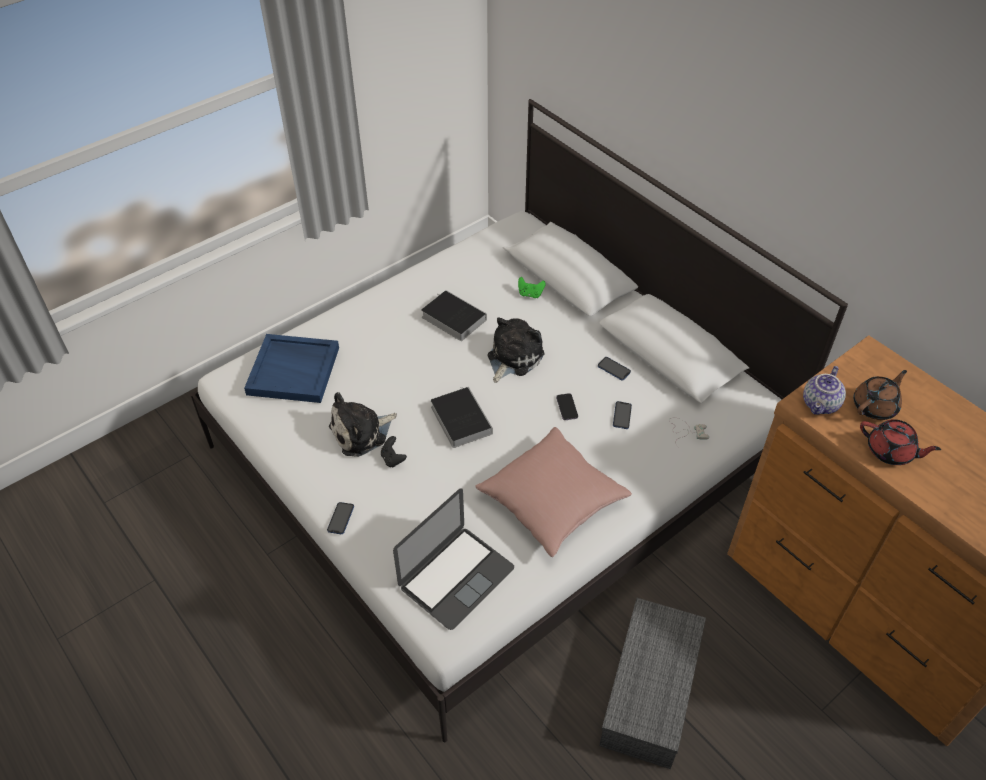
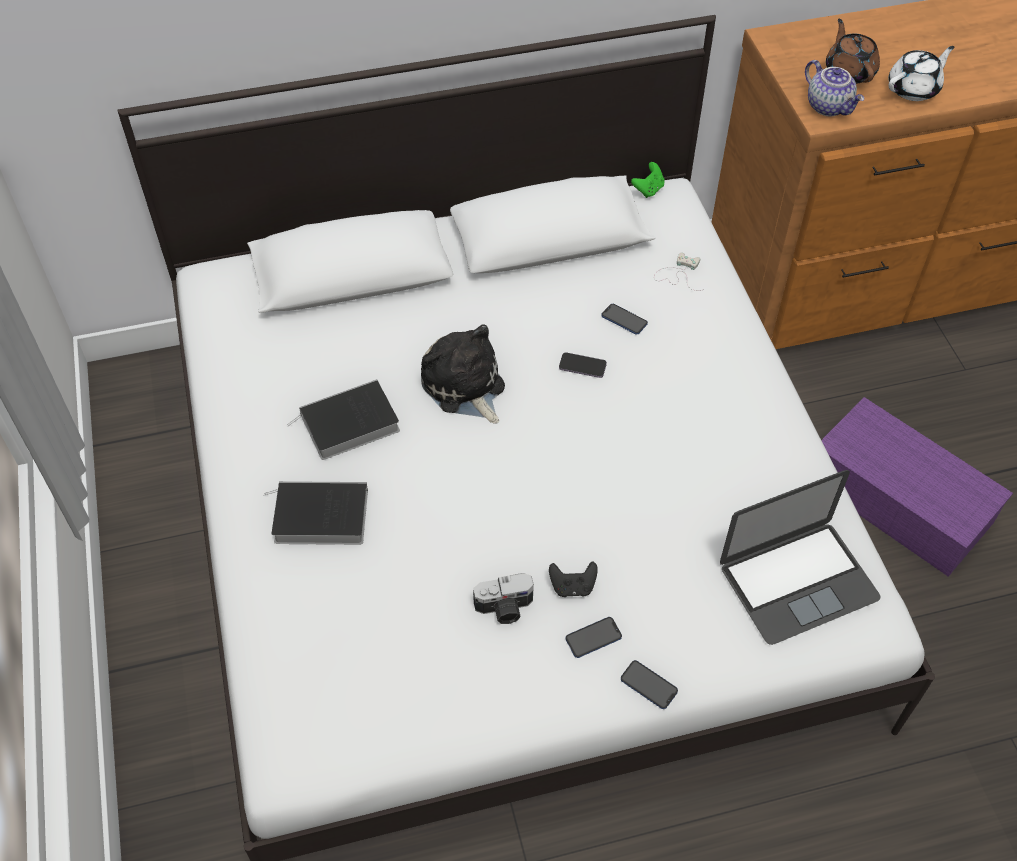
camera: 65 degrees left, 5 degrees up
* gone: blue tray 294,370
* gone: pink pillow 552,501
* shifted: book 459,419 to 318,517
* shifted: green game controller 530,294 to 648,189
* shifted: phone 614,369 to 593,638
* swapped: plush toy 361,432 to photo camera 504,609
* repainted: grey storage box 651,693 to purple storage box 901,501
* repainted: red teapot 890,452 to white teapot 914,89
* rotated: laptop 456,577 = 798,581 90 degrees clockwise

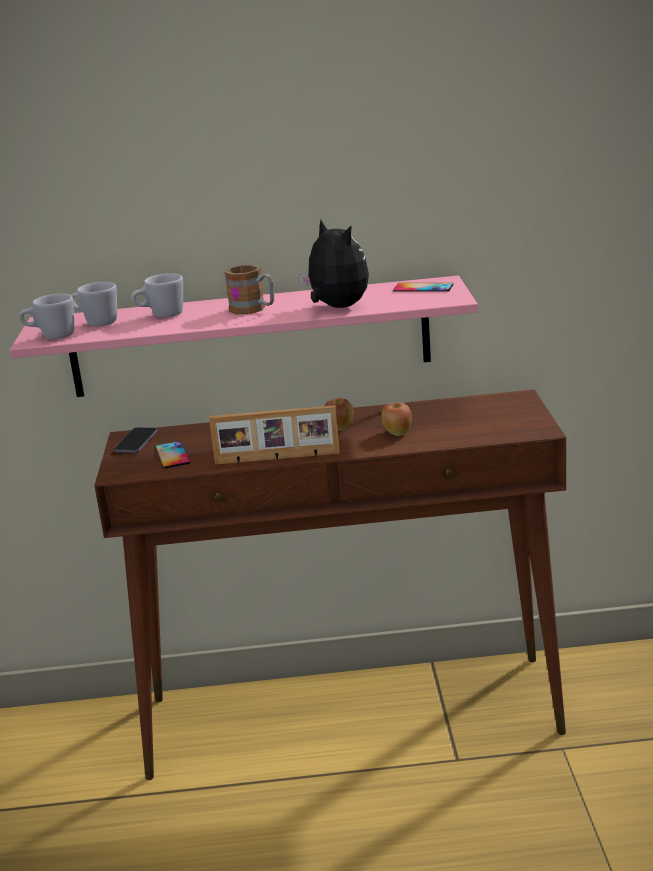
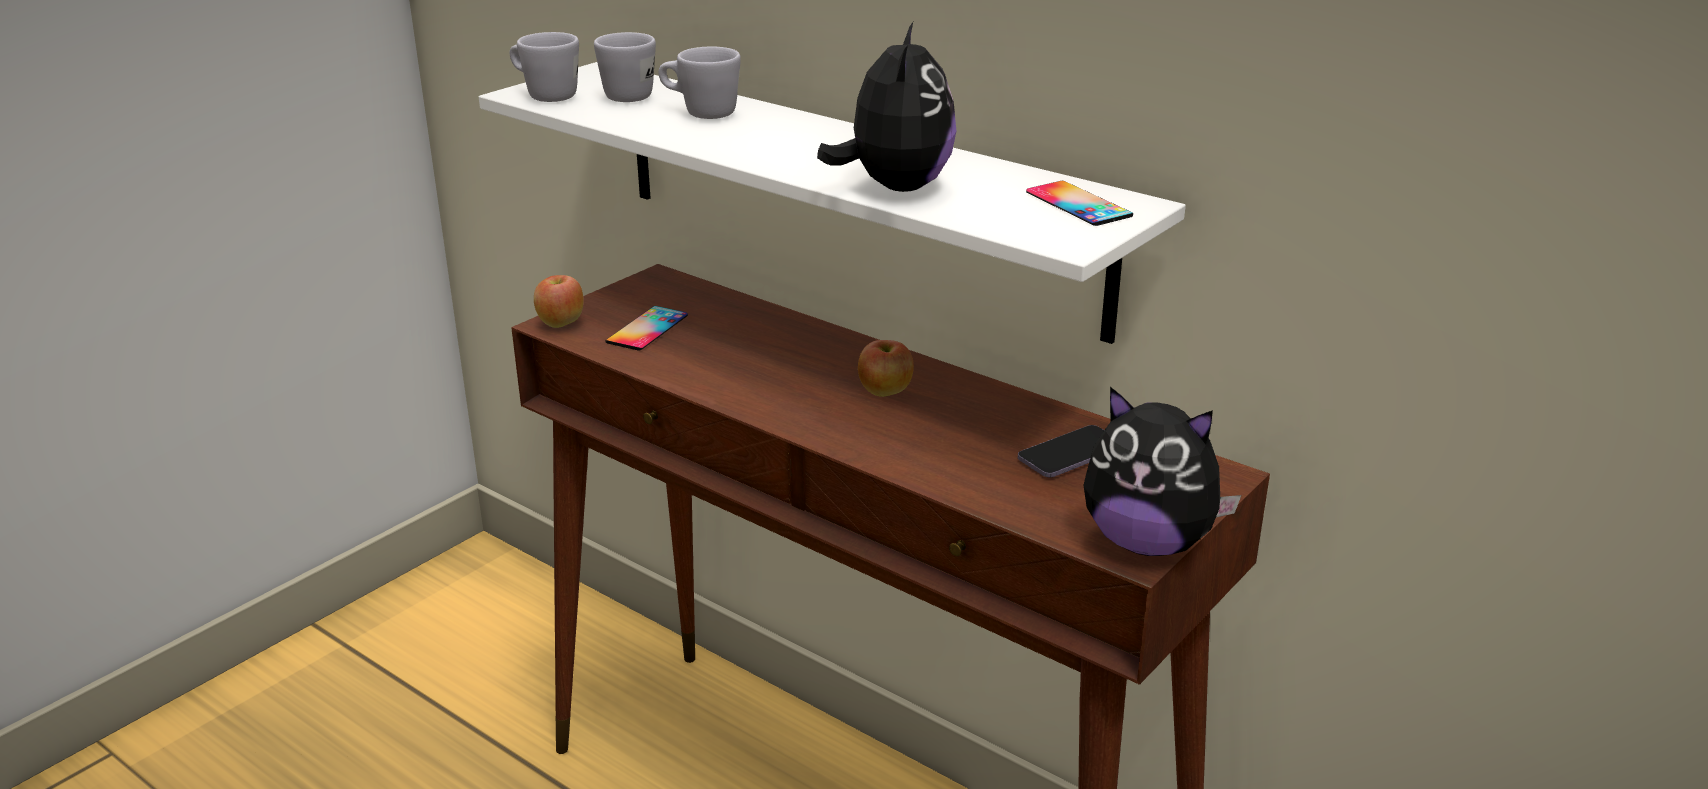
camera: 40 degrees right, 5 degrees up
* gone: picture frame 277,458
* gone: mug 253,309
* new: plush toy 1148,543
* shifted: phone 136,442 to 1071,455
* shifted: apple 397,433 to 561,323
* repainted: pink shelf 249,337 to white shelf 852,193

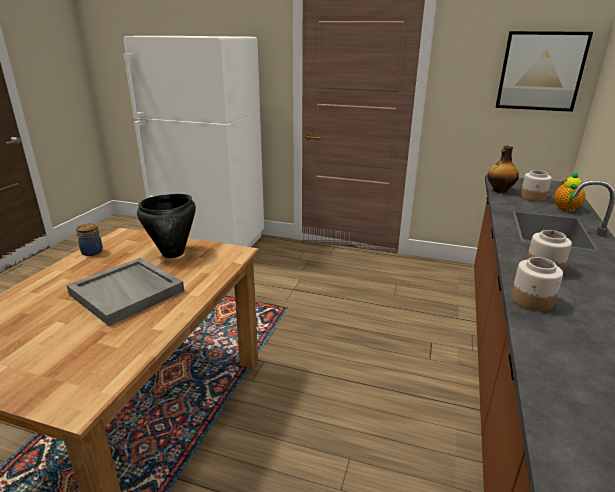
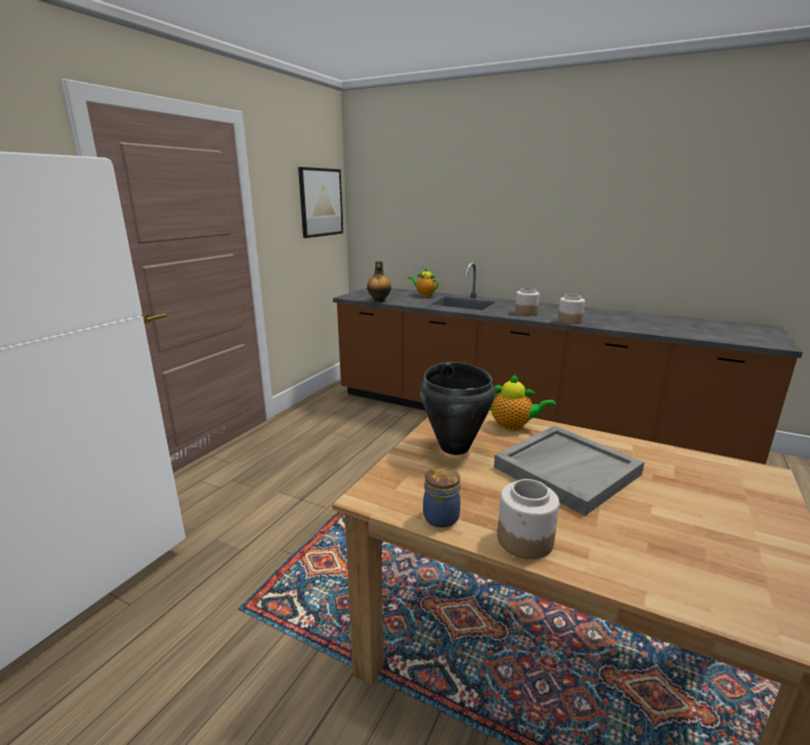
camera: 80 degrees left, 5 degrees down
* new: teapot 513,426
* shifted: jar 533,198 to 525,540

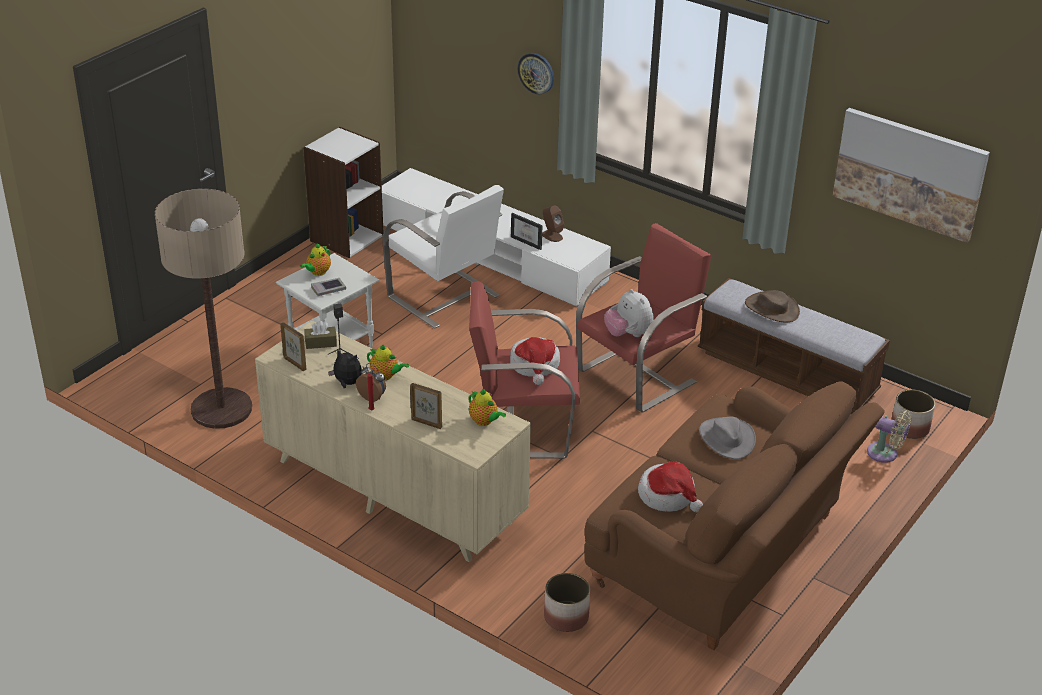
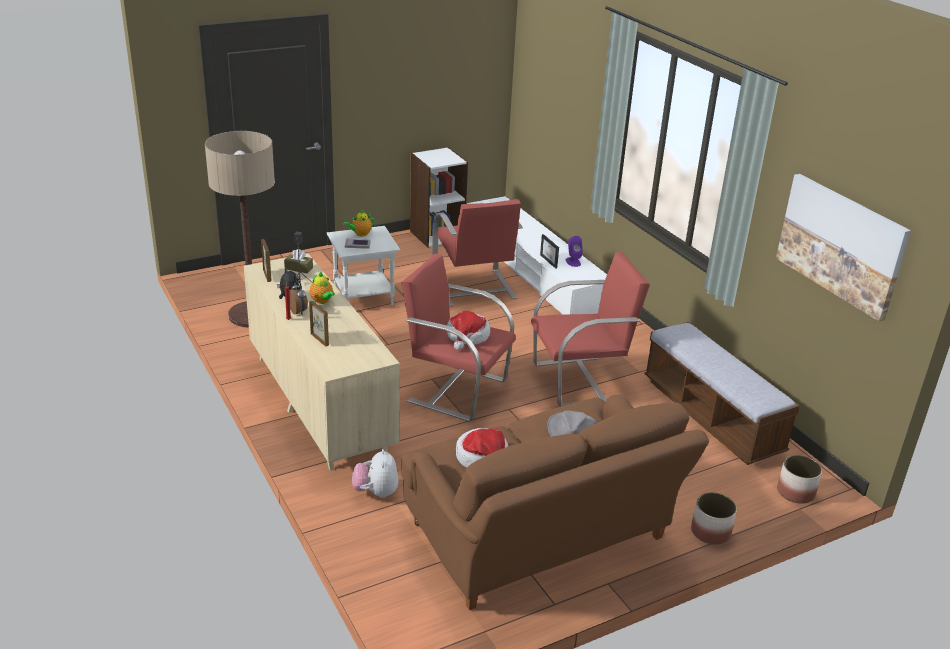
camera: 25 degrees right, 5 degrees down
* gone: teapot 484,421
* gone: wall clock 536,73
* gone: brown hat 772,308
* gone: beige fan 885,454
* shifted: planter 566,617 to 710,532
* shifted: plush toy 628,334 to 376,492
* repainted: white armchair 444,297 to red armchair 474,288
* repainted: brown speaker 552,236 to purple speaker 573,262

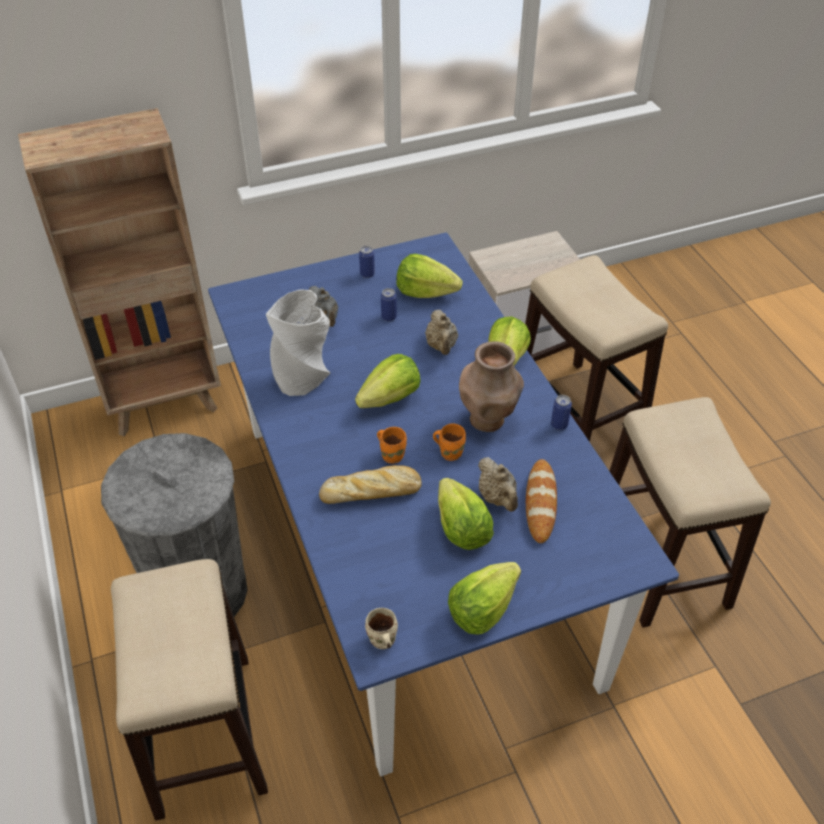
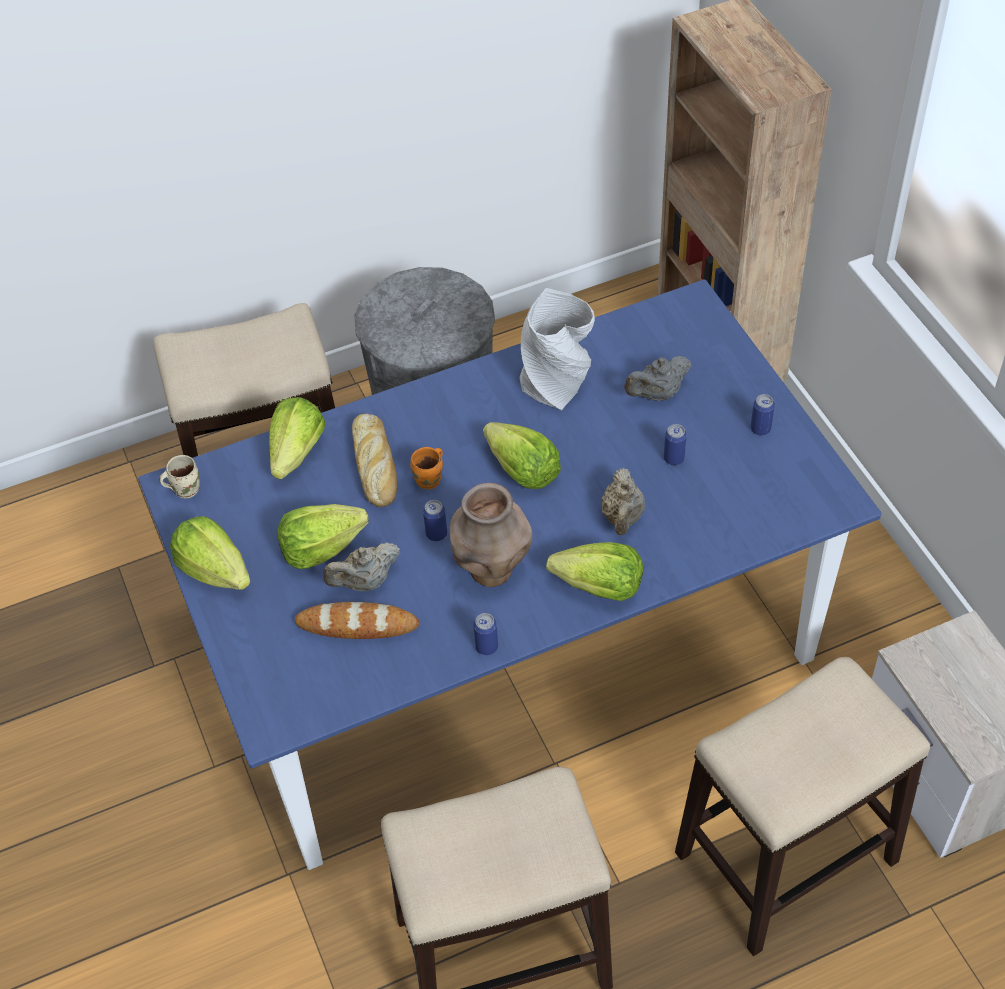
camera: 90 degrees right, 5 degrees up
* shifted: lettuce 425,292 to 297,453
* swapped: orange mug 450,452 to can 436,534
* rotated: beige teapot 441,346 = 622,517 75 degrees counterclockwise

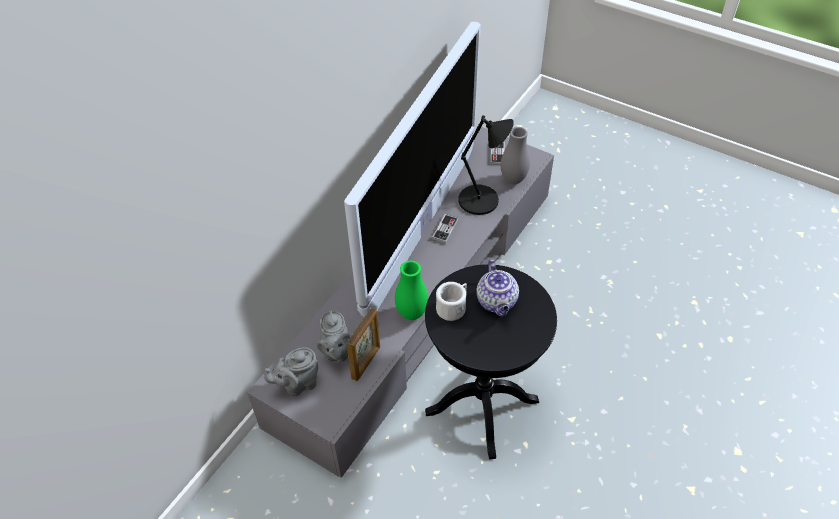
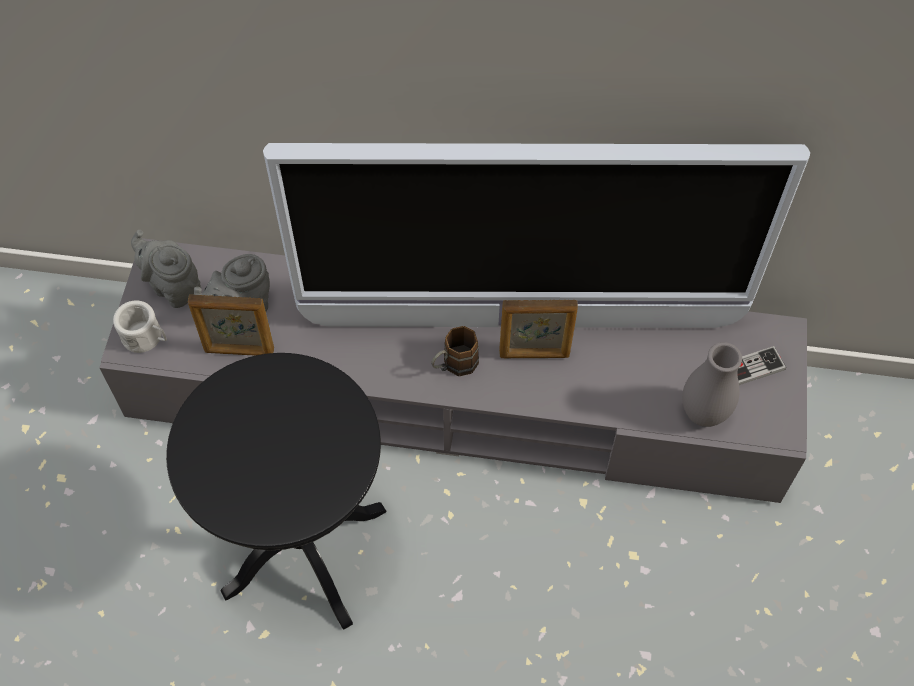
camera: 65 degrees right, 10 degrees up
* gone: green vase 412,313
* gone: black table lamp 481,200
* gone: teapot 497,302
* new: brown mug 454,365
* shifted: white mug 453,307 to 146,337
* swapped: game controller 445,229 to picture frame 534,354

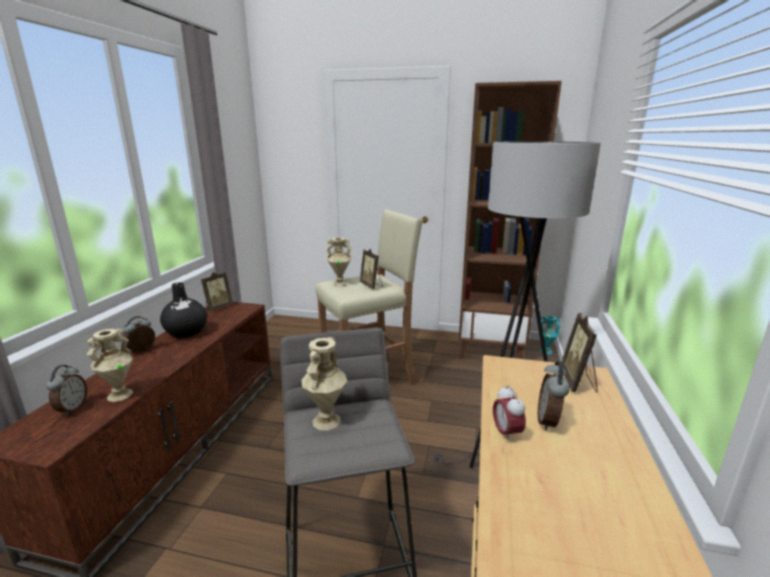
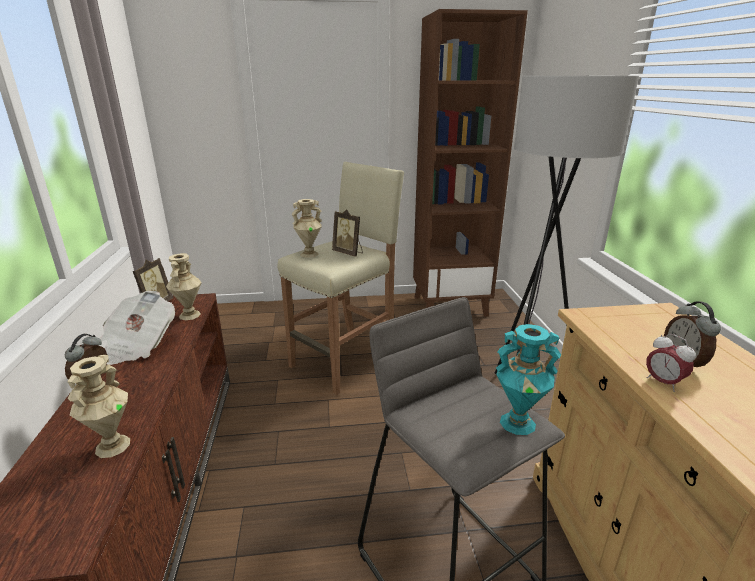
camera: 20 degrees left, 5 degrees up
* gone: alarm clock 72,408
* gone: picture frame 578,382
* shifted: beige vase 327,421 to 190,315
* shifted: turquoise vase 546,351 to 517,422
* swapped: black vase 186,333 to newspaper 138,345

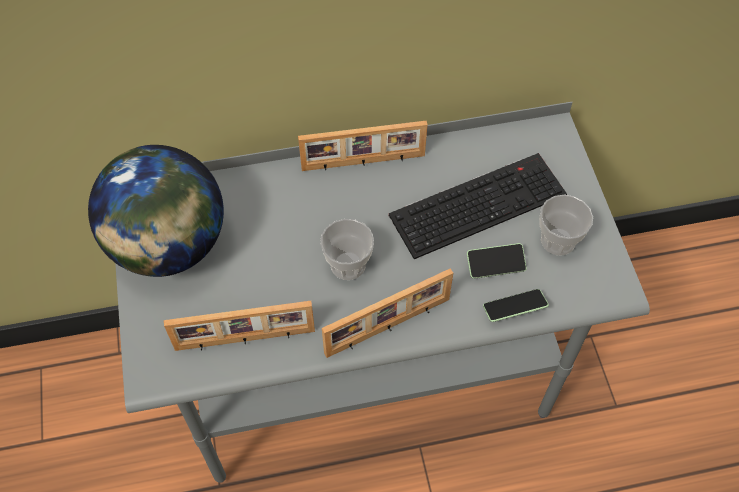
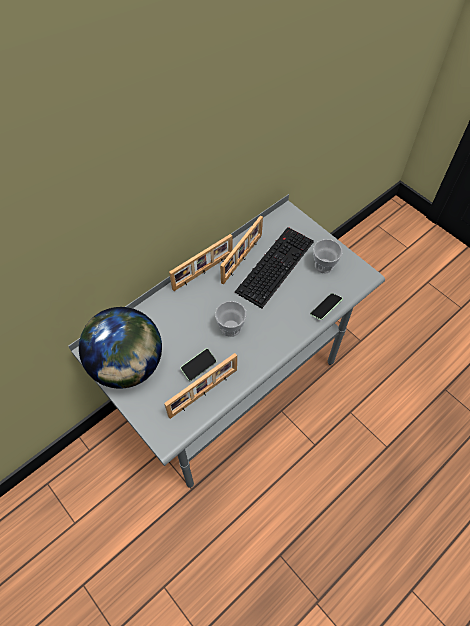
camera: 30 degrees left, 0 degrees up
* shifted: picture frame 388,327 to 242,259
* shifted: phone 495,265 to 199,367

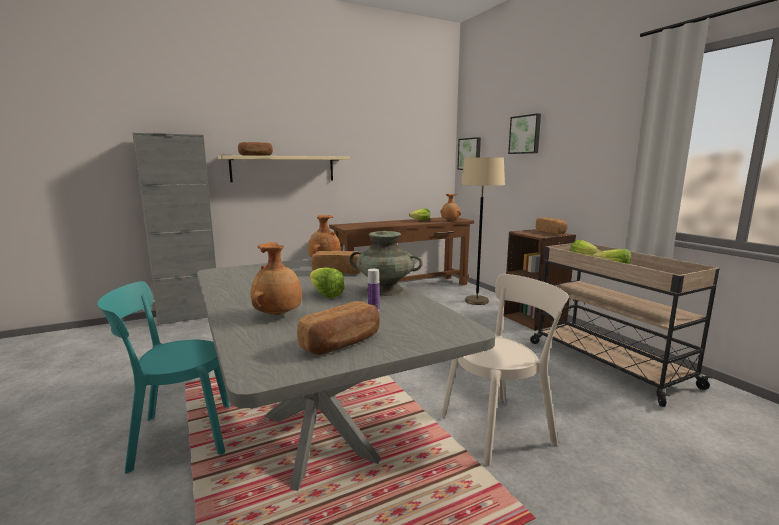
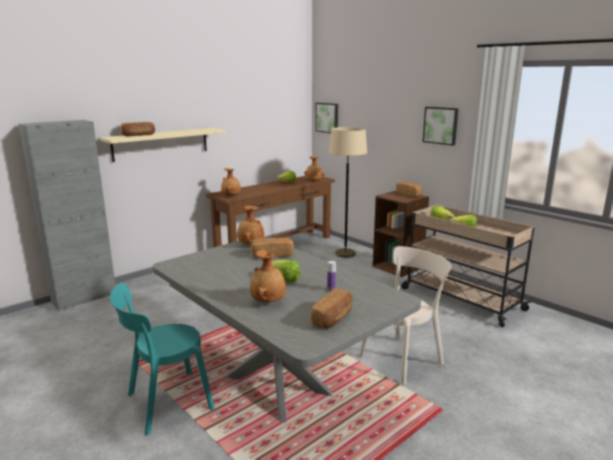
camera: 15 degrees left, 5 degrees up
* gone: turquoise vase 385,290
* new: brown vase 231,196
* shifted: picture 525,134 to 441,125

